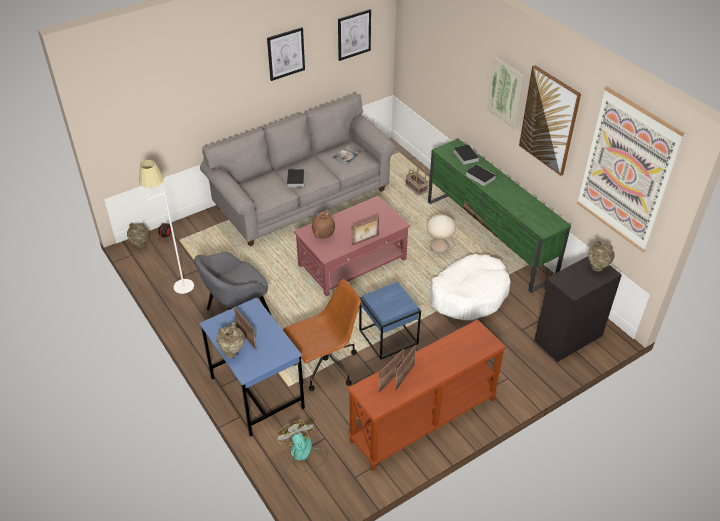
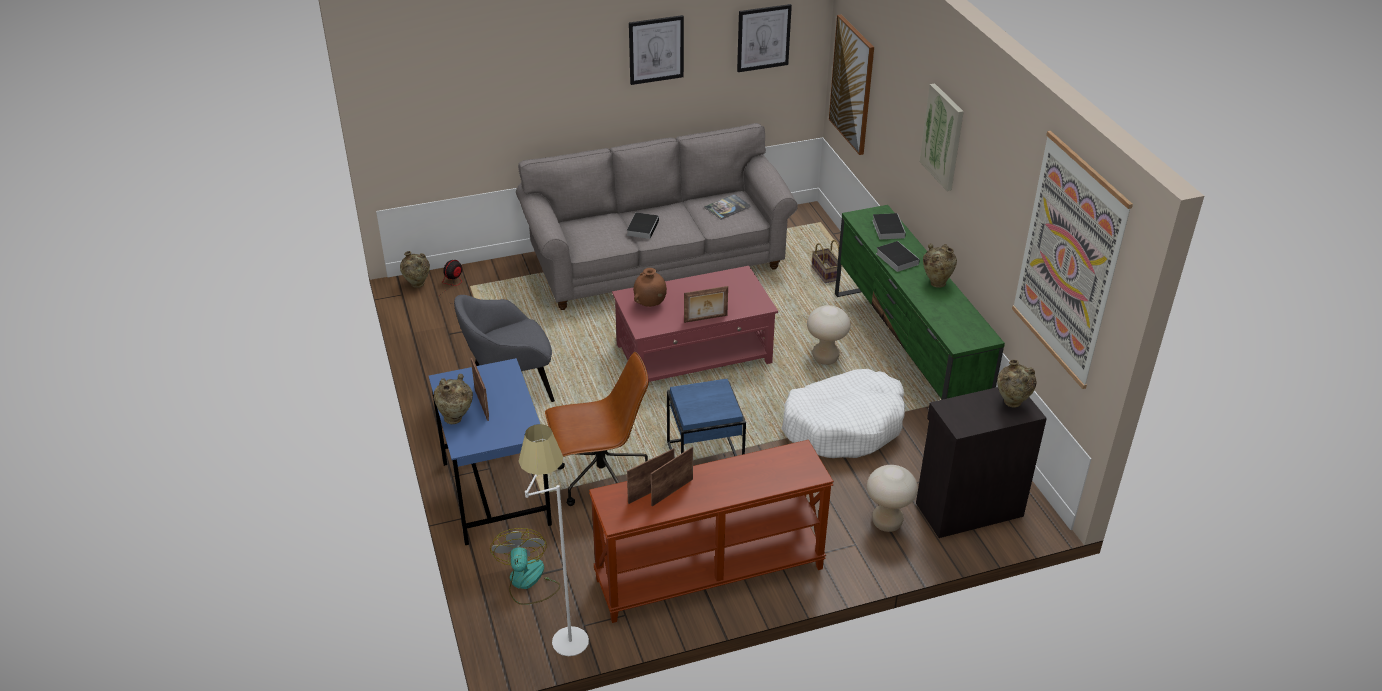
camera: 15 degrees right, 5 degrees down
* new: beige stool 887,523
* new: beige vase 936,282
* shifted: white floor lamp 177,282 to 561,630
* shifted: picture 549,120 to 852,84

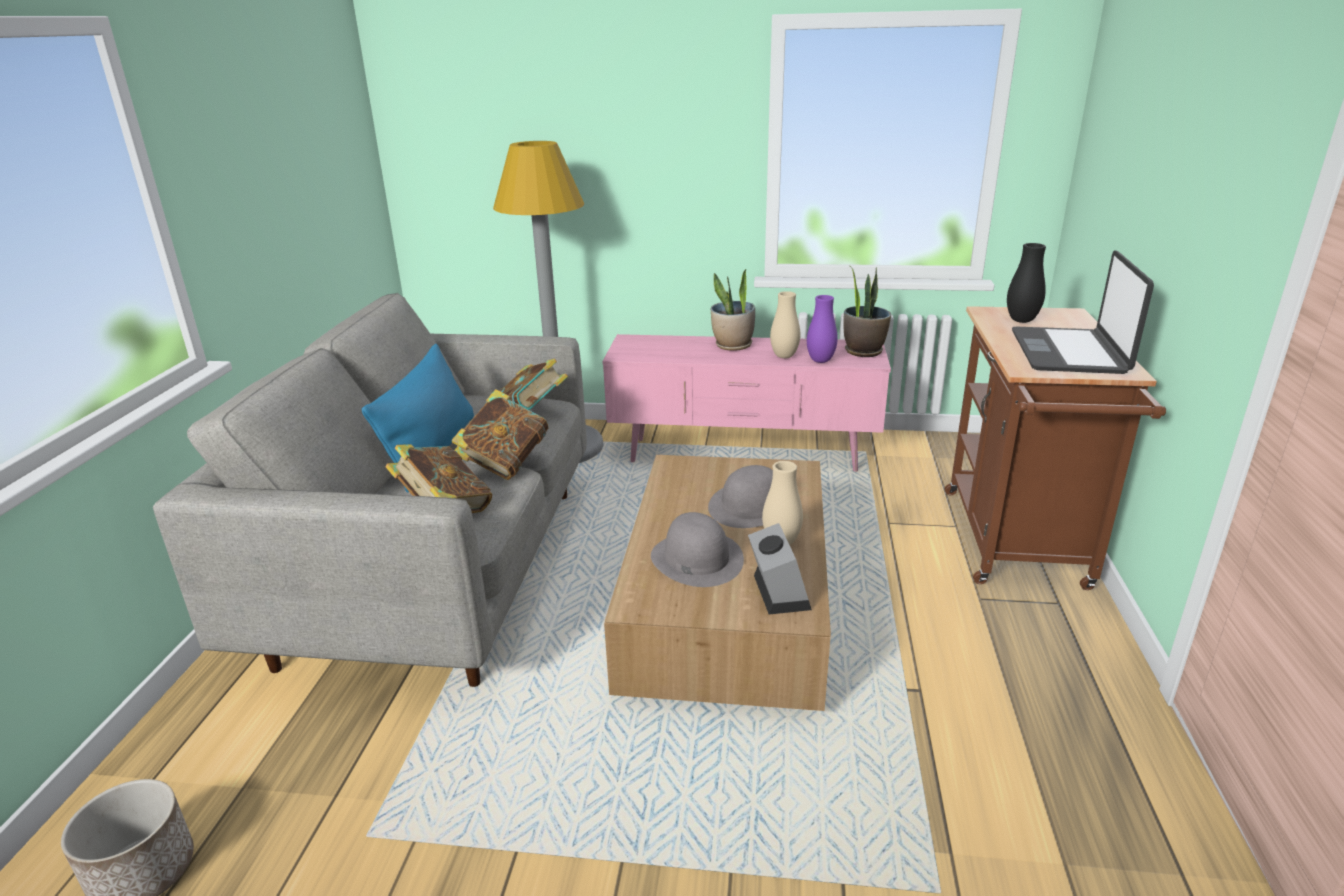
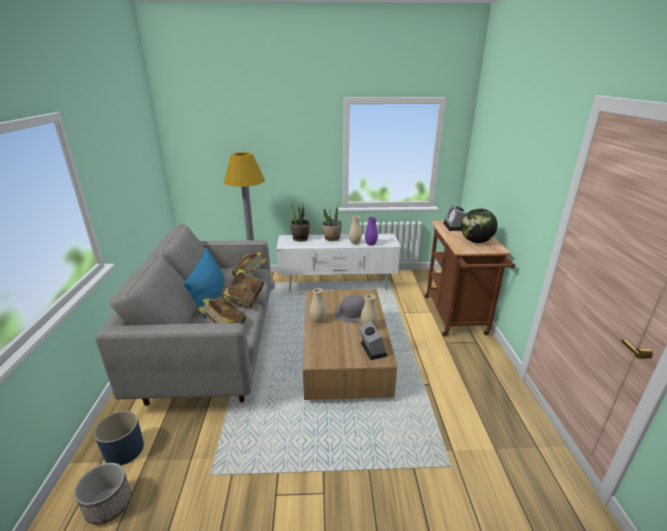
camera: 10 degrees left, 0 degrees up
* gone: grey hat 696,558
* new: blue planter 124,449
* new: beige vase 318,320
* shifted: potted plant 863,351 to 300,238
* swapped: black vase 1021,320 to alarm clock 454,227
* swapped: laptop 1070,352 to globe 476,241
* repainted: pink tv stand 743,456 to white tv stand 337,285

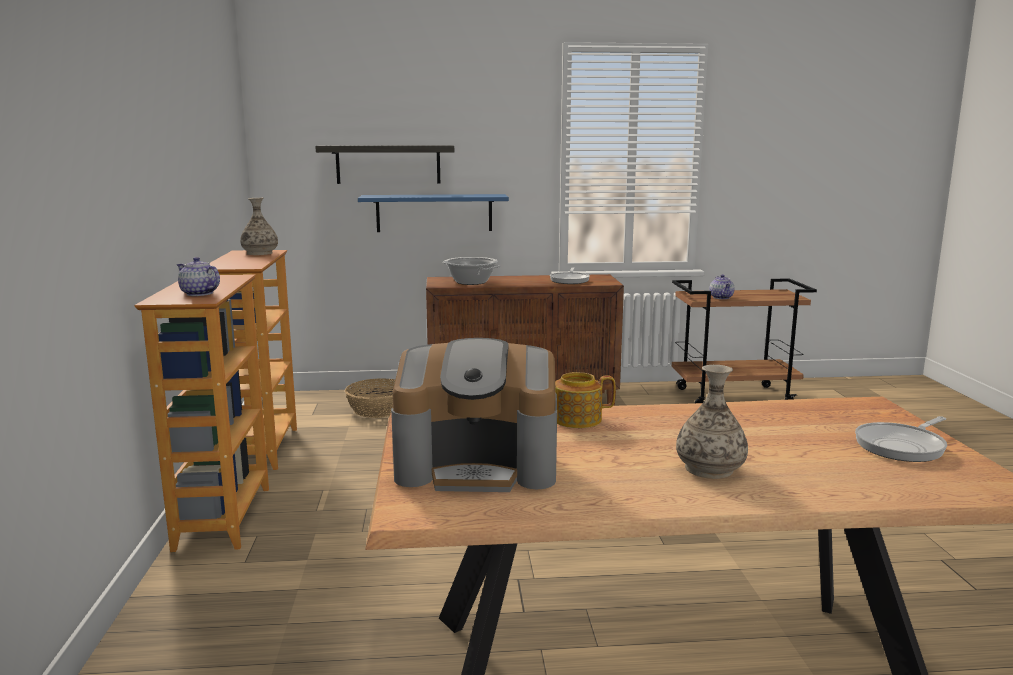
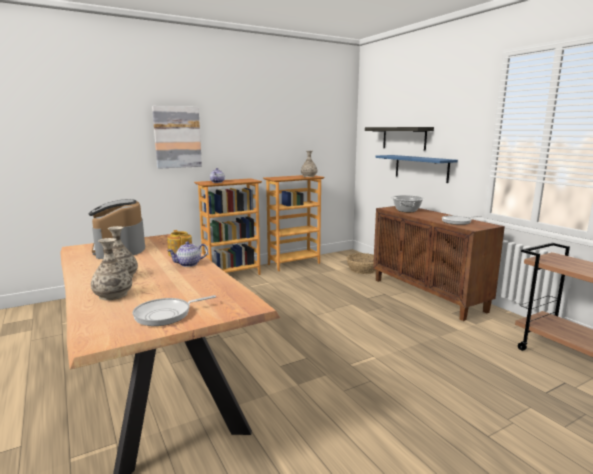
camera: 65 degrees right, 0 degrees up
* new: vase 113,295
* new: picture 177,137
* shifted: teapot 721,297 to 188,264
* rotated: frying pan 902,446 = 166,314 60 degrees counterclockwise

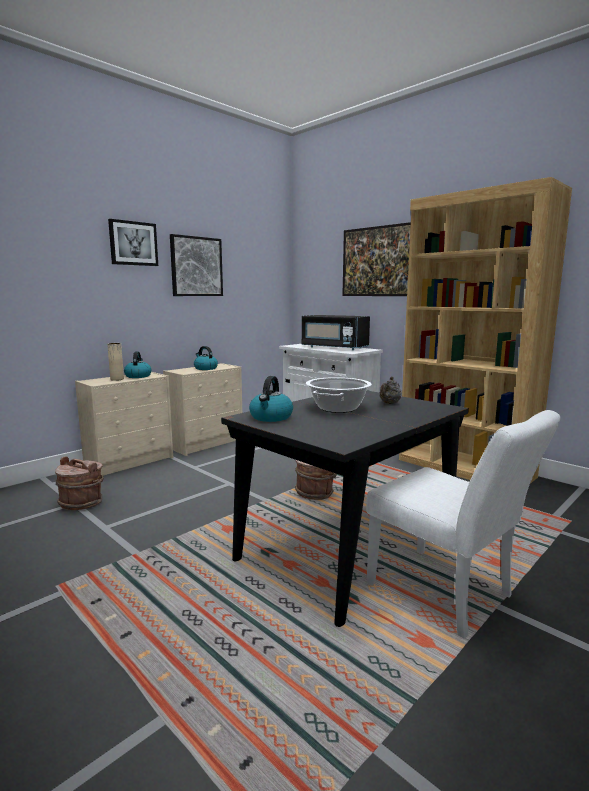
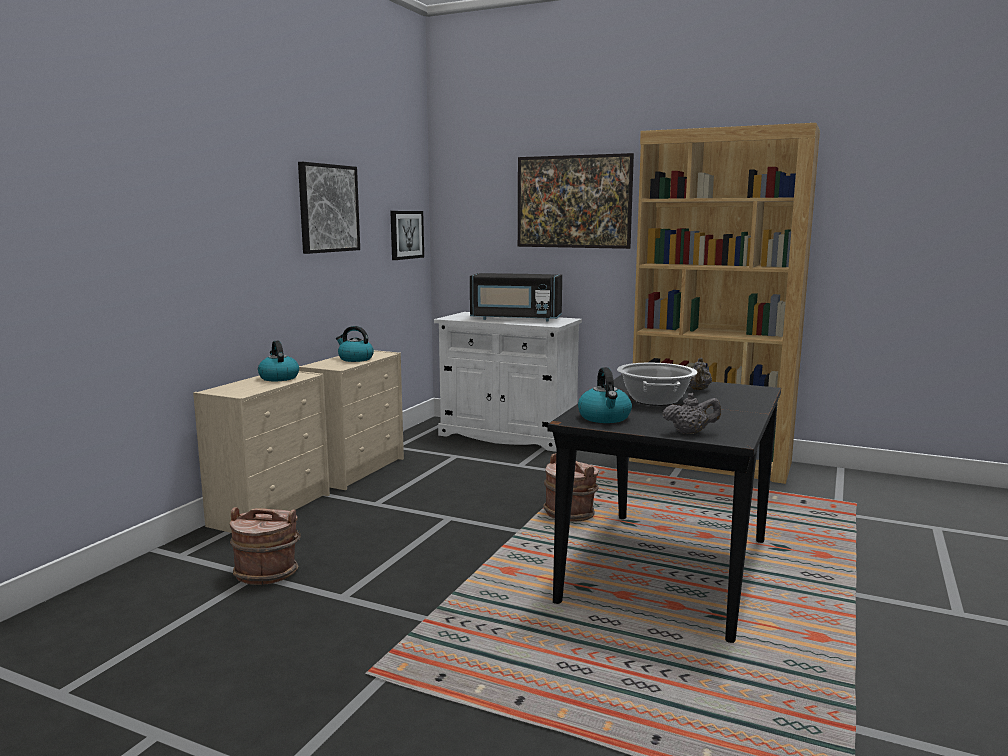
camera: 20 degrees left, 0 degrees up
* gone: beige vase 117,379
* gone: white chair 448,594
* new: grey teapot 690,432
* shifted: picture 133,243 to 406,235

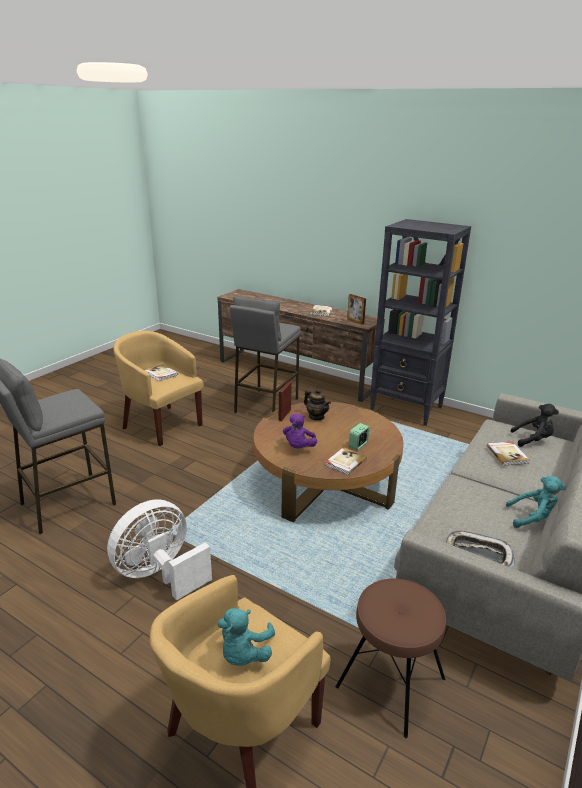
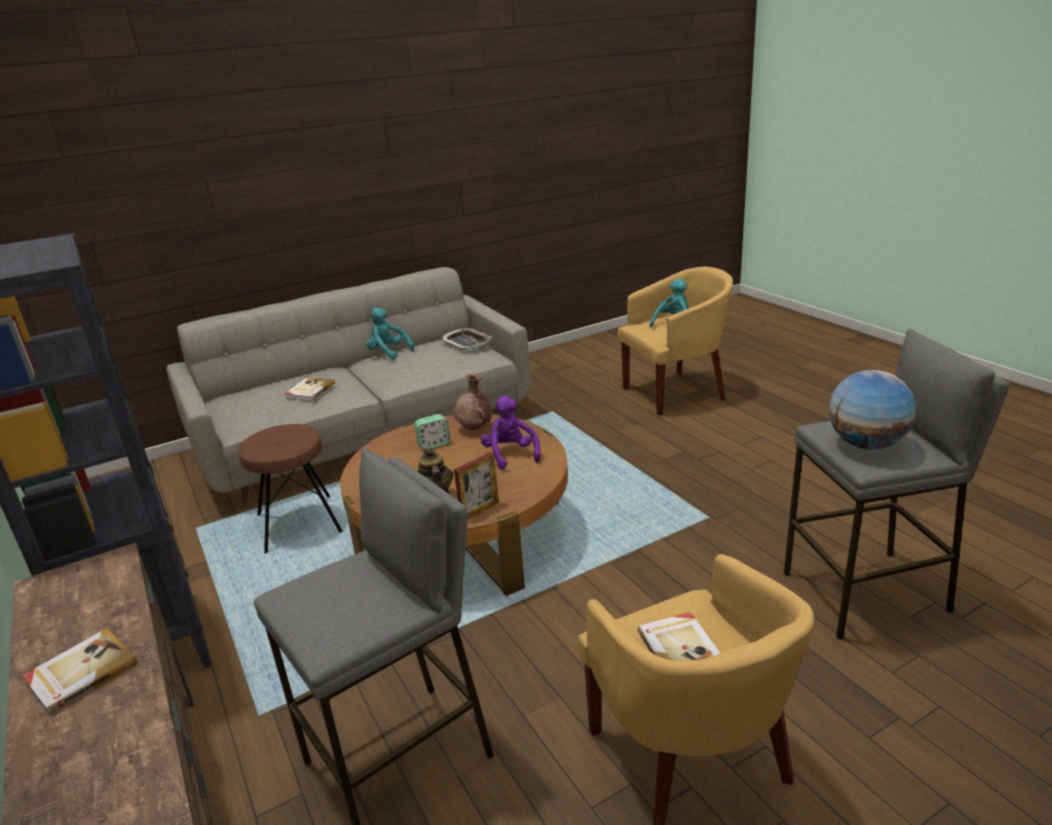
camera: 150 degrees left, 0 degrees up
* gone: white fan 160,574
* gone: picture frame 355,321
* gone: black plush toy 533,440
* new: globe 865,444
* shifted: brown stool 390,683 to 299,523
* swapped: book 345,462 to brown vase 475,428
* rotated: purple plush toy 299,447 = 510,455 60 degrees counterclockwise

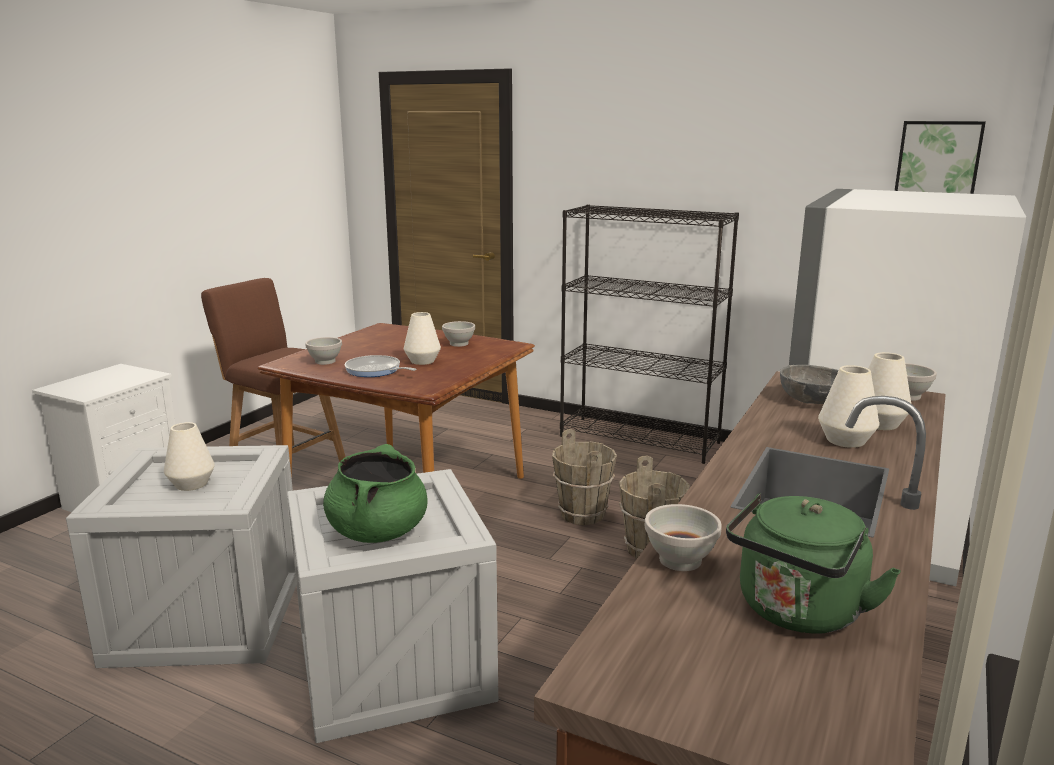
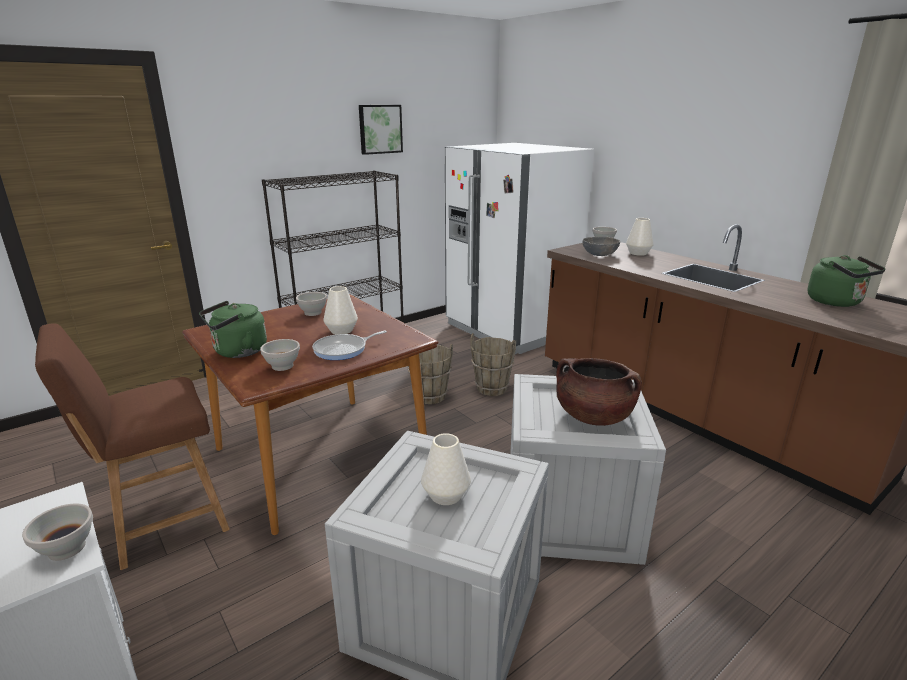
camera: 65 degrees left, 5 degrees up
* gone: white vase 845,440
* new: green kettle 237,352
* shifted: white bowl 679,560 to 66,549
* shifted: picture 938,158 to 380,129
* repainted: green cooking pot 378,532 to brown cooking pot 593,417

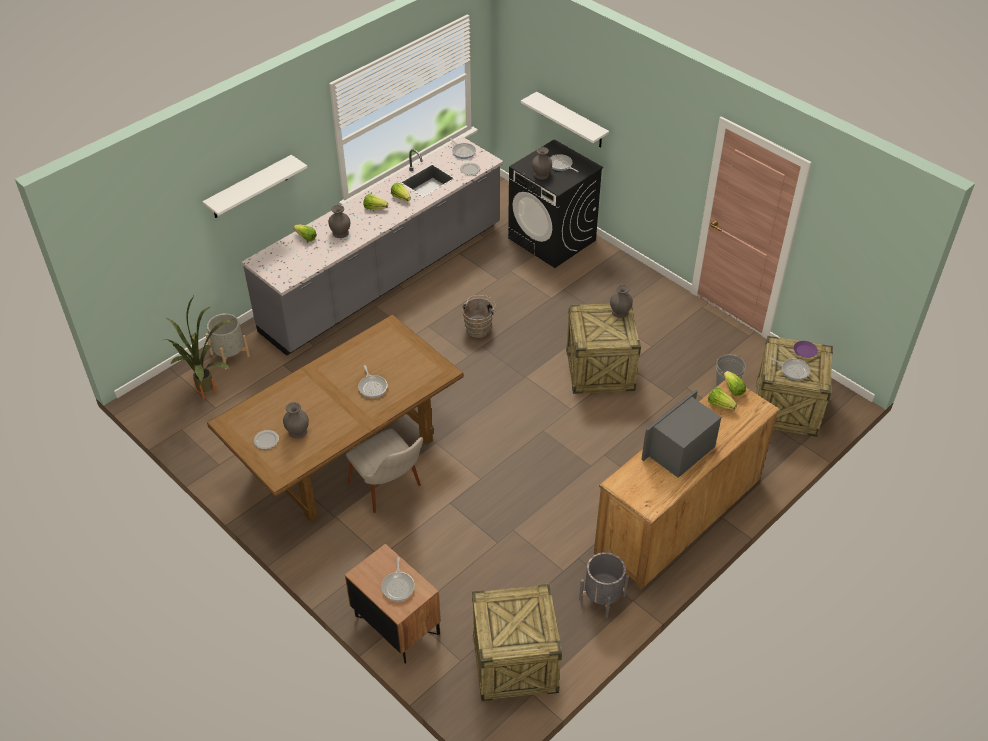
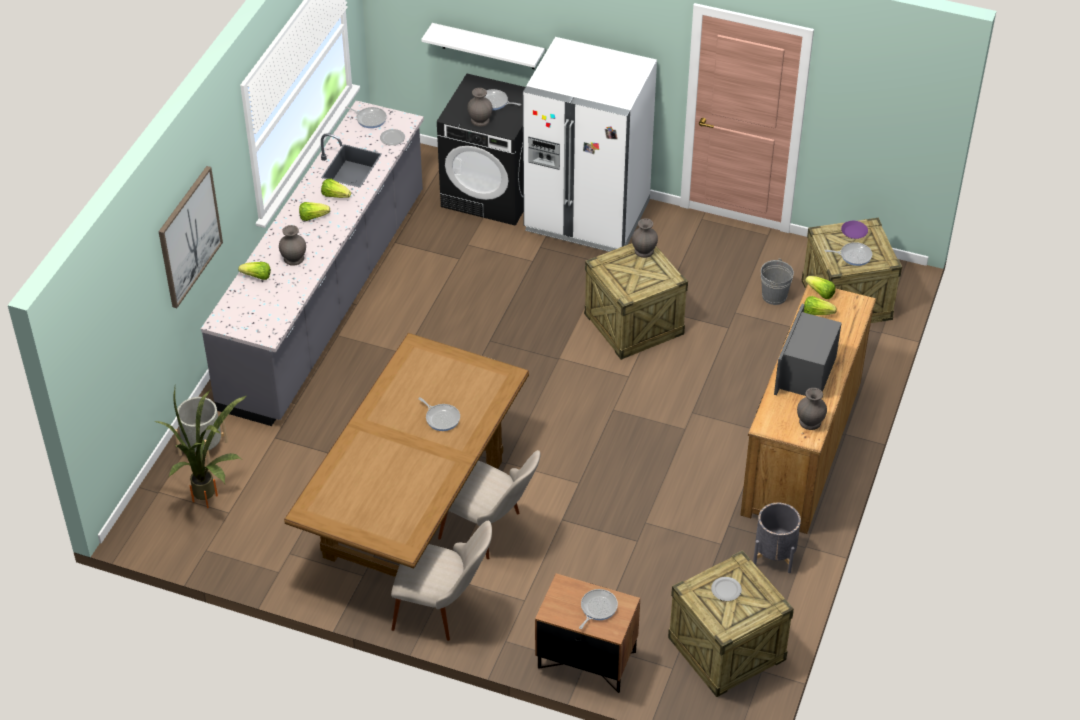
camera: 25 degrees left, 0 degrees up
* gone: brown bucket 479,327
* new: beige chair 443,610
* new: white fridge 587,217
* shifted: plate 267,440 to 726,589
* shifted: grey vase 298,431 to 810,422
* swapped: white shelf 249,187 to picture 189,236
* rotated: frying pan 398,586 = 597,608 120 degrees counterclockwise

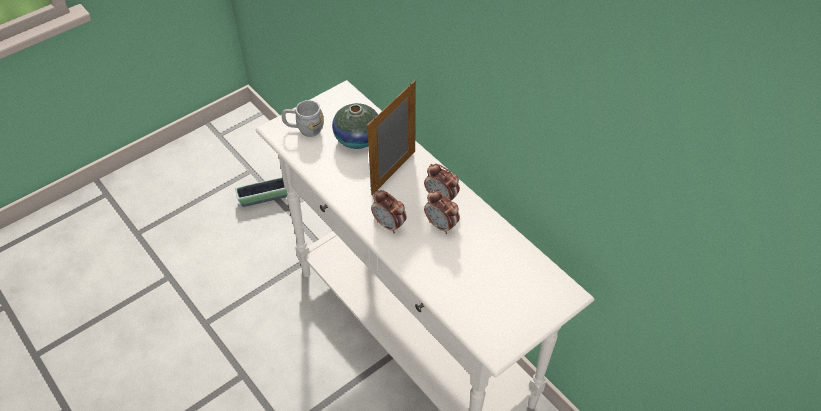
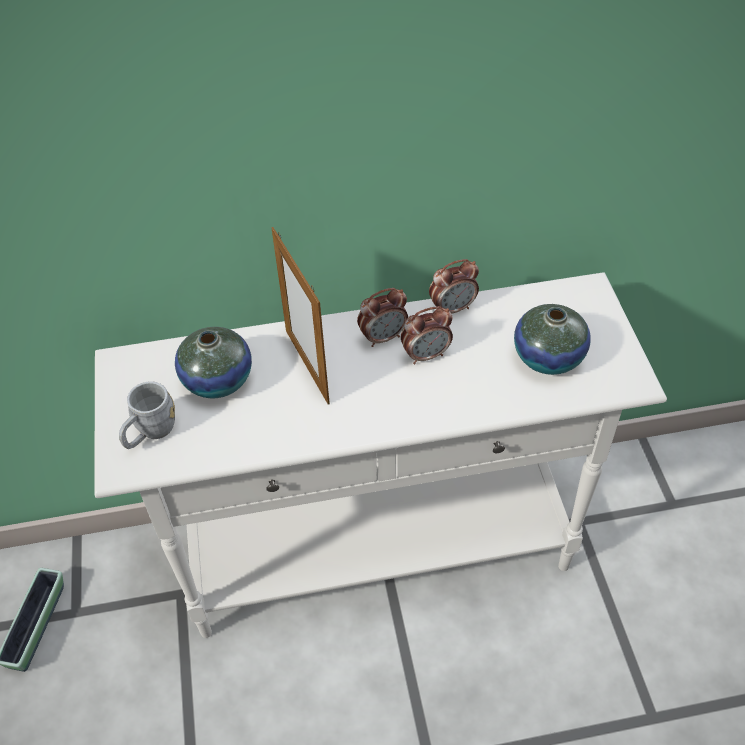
camera: 60 degrees left, 0 degrees up
* new: vase 548,357
* shifted: alarm clock 389,225 to 453,308

